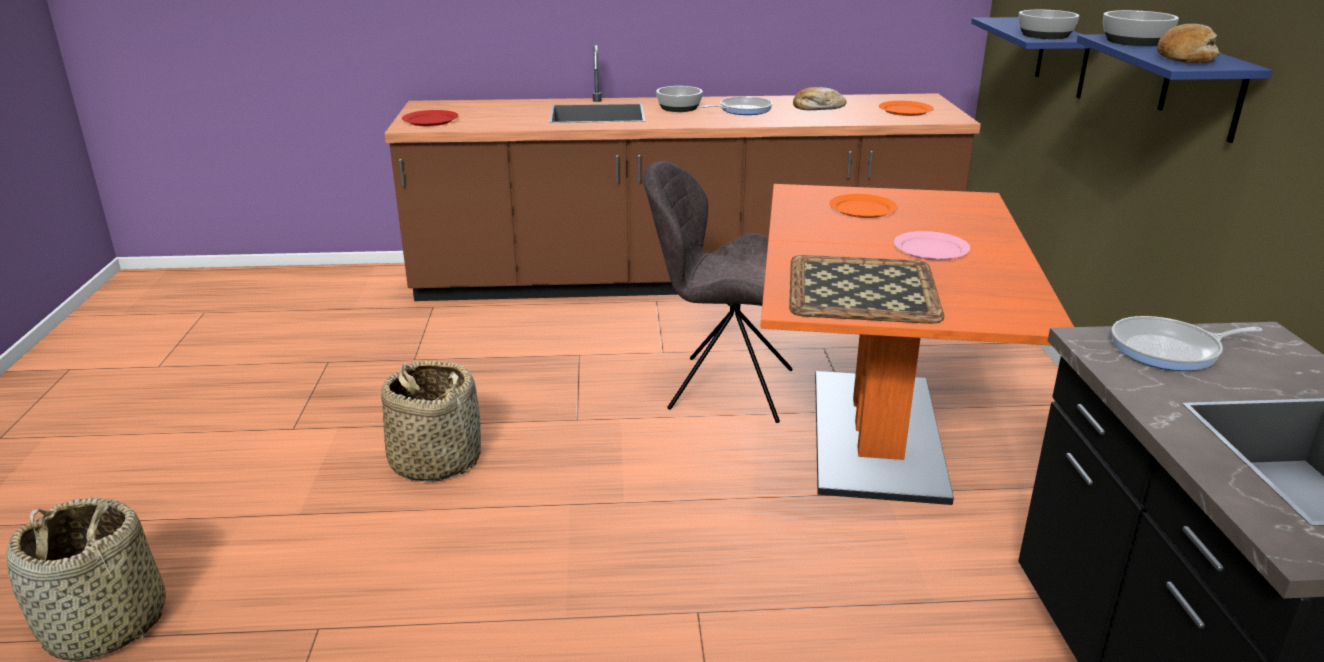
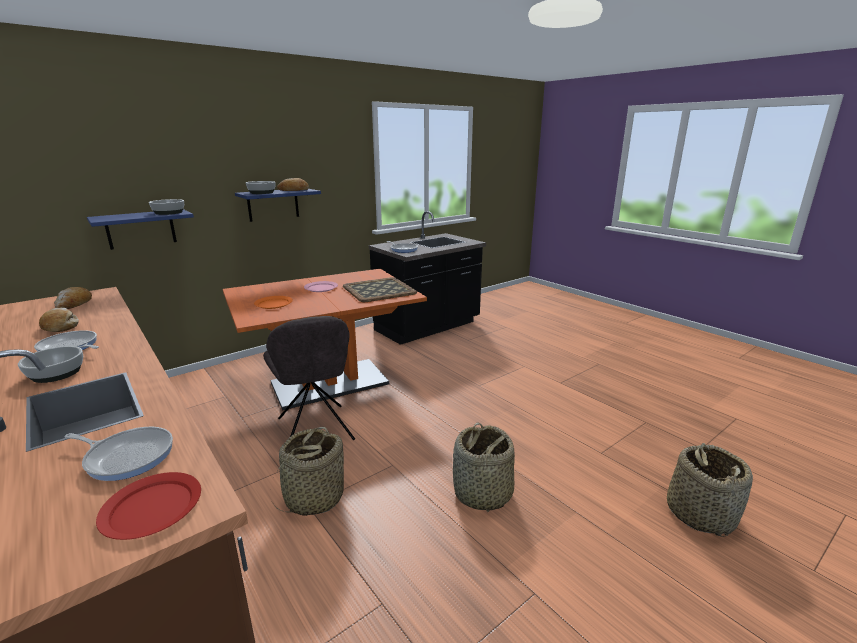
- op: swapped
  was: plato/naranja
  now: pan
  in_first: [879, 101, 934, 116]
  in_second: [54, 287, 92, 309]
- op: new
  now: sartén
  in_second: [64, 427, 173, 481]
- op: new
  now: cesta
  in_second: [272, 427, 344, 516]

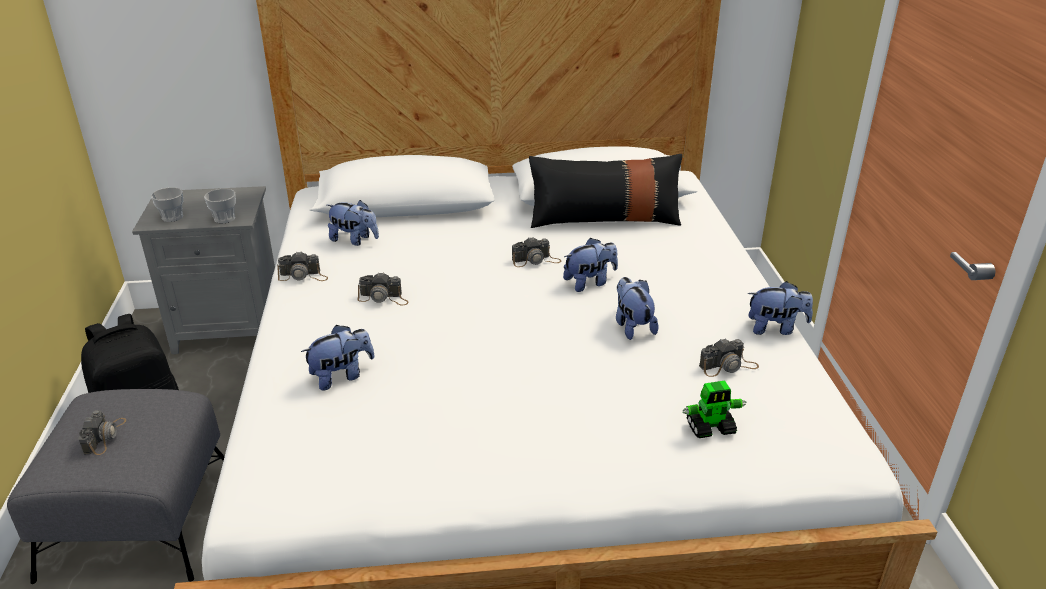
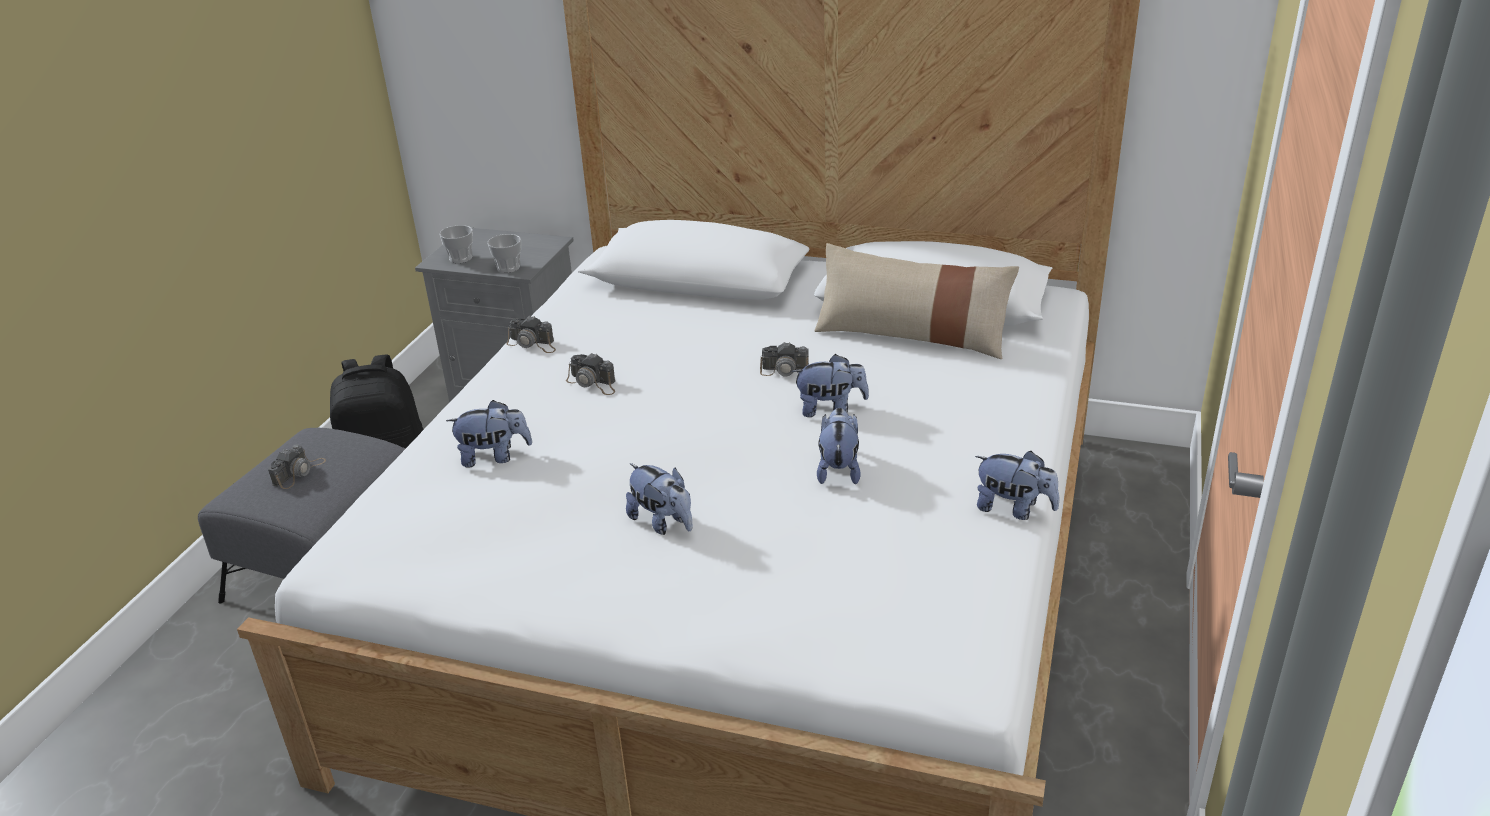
- op: shifted
  was: peluche
  in_first: [327, 200, 379, 246]
  in_second: [626, 463, 693, 535]
- op: repainted
  was: cojín/negro
  now: cojín/beis
  in_first: [529, 154, 682, 228]
  in_second: [814, 243, 1019, 359]
- op: gone
  was: robot de juguete
  in_first: [682, 381, 747, 438]
- op: gone
  was: cámara
  in_first: [699, 338, 759, 377]

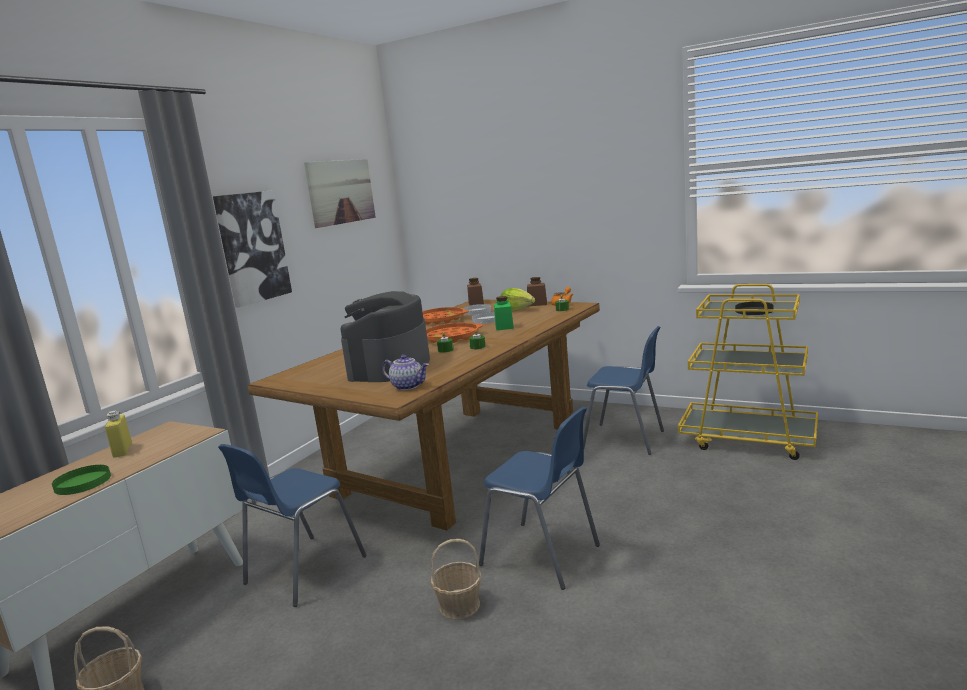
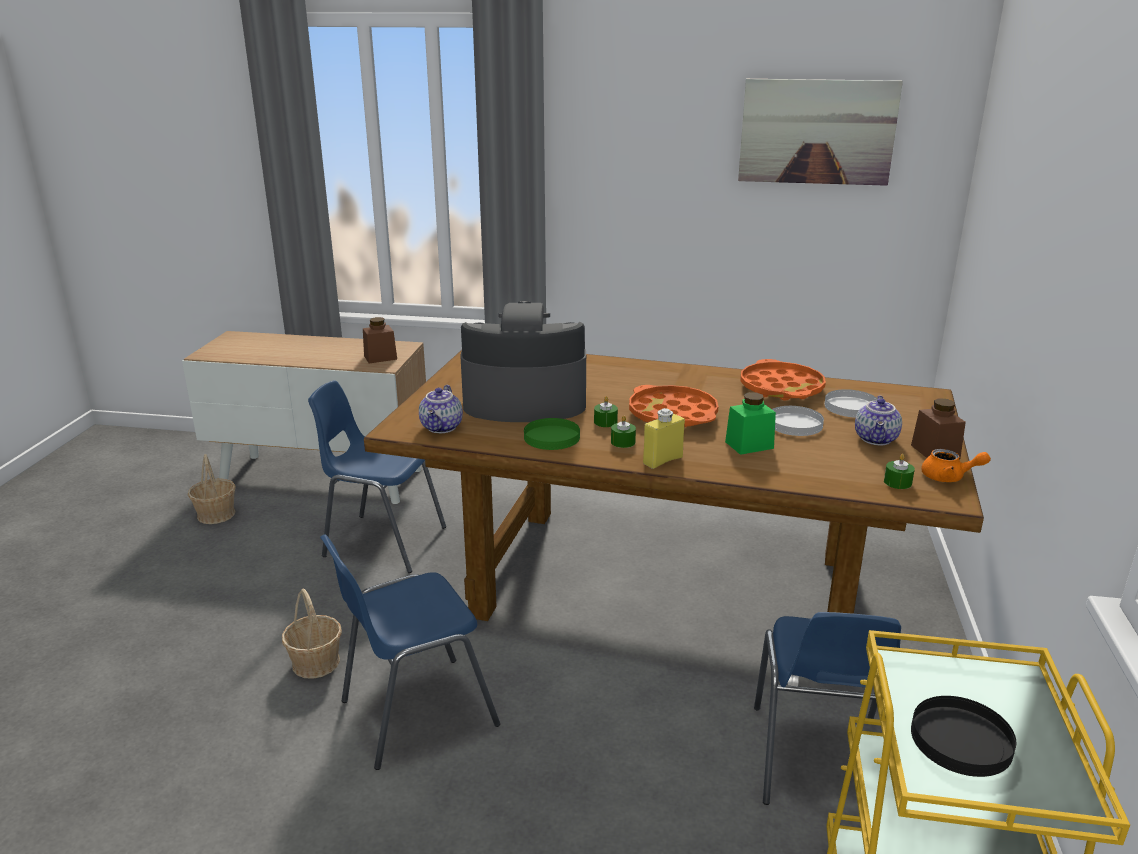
- op: rotated
  was: silla/azul
  in_first: [479, 407, 600, 590]
  in_second: [320, 535, 500, 770]
  clockwise: 45
- op: shifted
  was: tarro/marrón
  in_first: [467, 278, 484, 305]
  in_second: [363, 317, 397, 363]
- op: shifted
  was: plato/verde
  in_first: [52, 465, 111, 495]
  in_second: [524, 418, 580, 450]
- op: shifted
  was: botella/amarillo
  in_first: [105, 411, 132, 458]
  in_second: [643, 408, 685, 469]
- op: swapped
  was: lechuga
  now: tetera
  in_first: [501, 288, 535, 311]
  in_second: [855, 395, 902, 445]
- op: gone
  was: cuadro
  in_first: [213, 190, 292, 307]

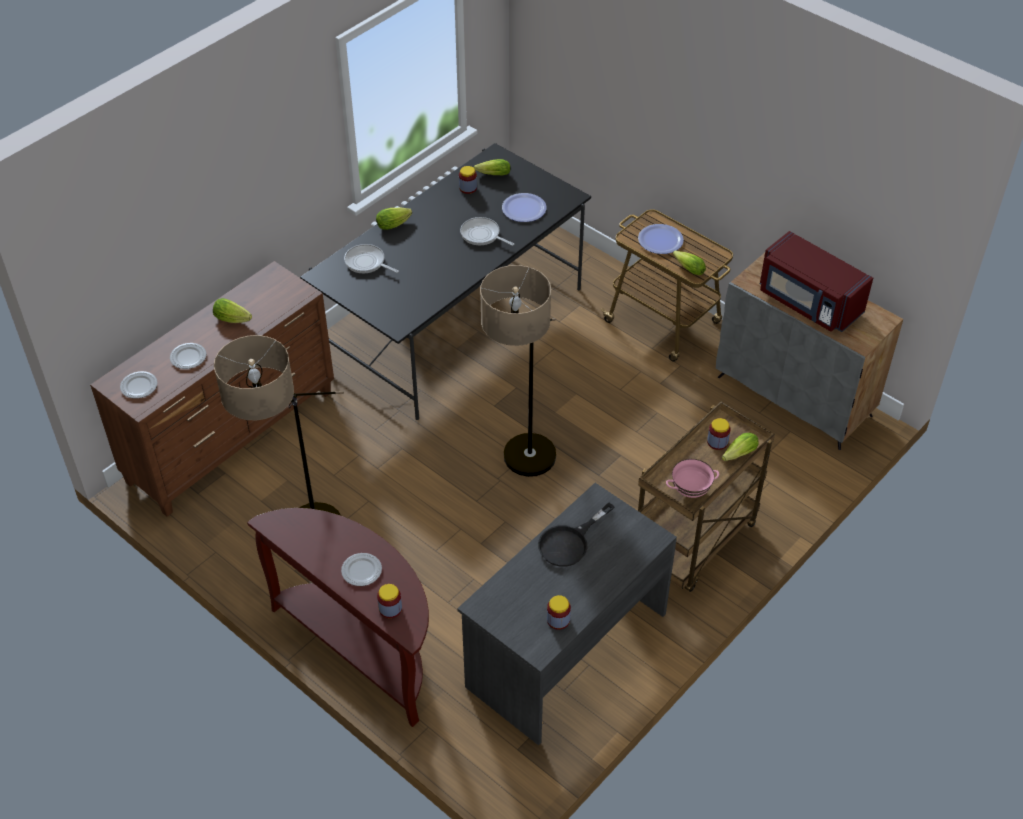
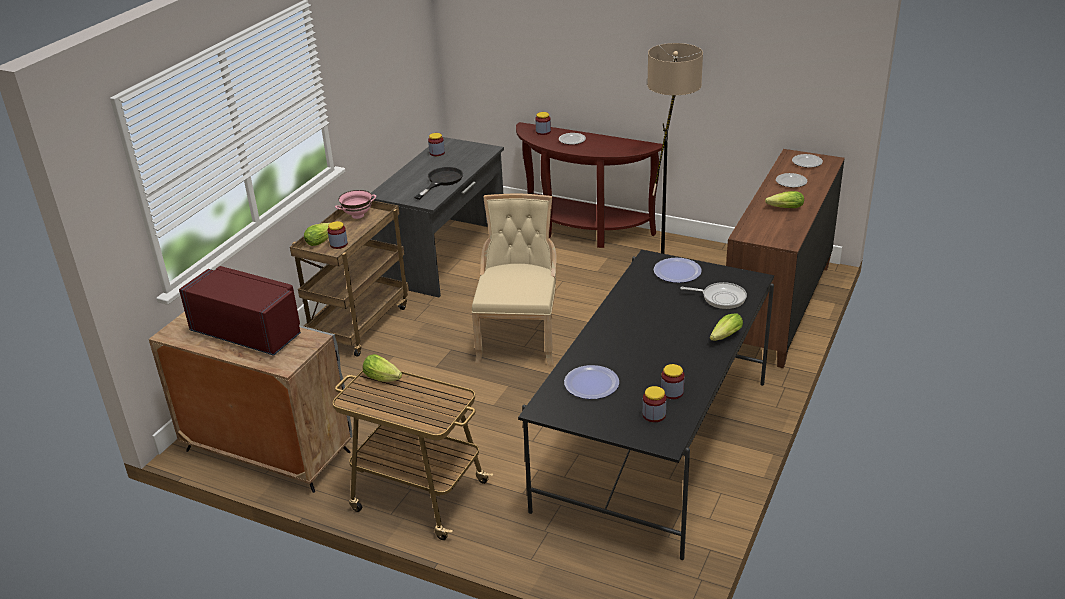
- op: swapped
  was: lámpara de pie
  now: silla/beis
  in_first: [480, 265, 556, 477]
  in_second: [472, 193, 557, 366]
- op: swapped
  was: lechuga
  now: tarro
  in_first: [474, 159, 511, 176]
  in_second: [643, 386, 666, 422]
- op: shifted
  was: plato
  in_first: [638, 224, 684, 254]
  in_second: [654, 258, 702, 283]
- op: gone
  was: sartén
  in_first: [460, 217, 514, 246]

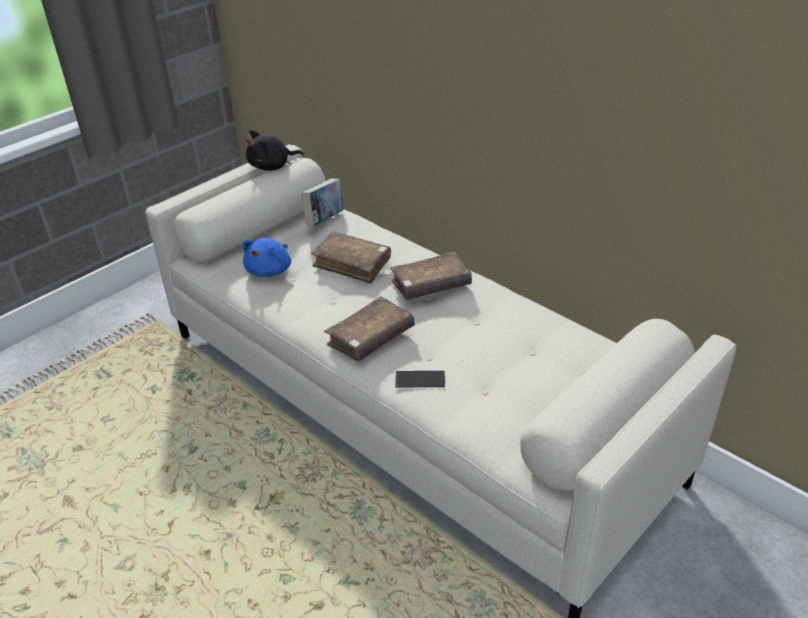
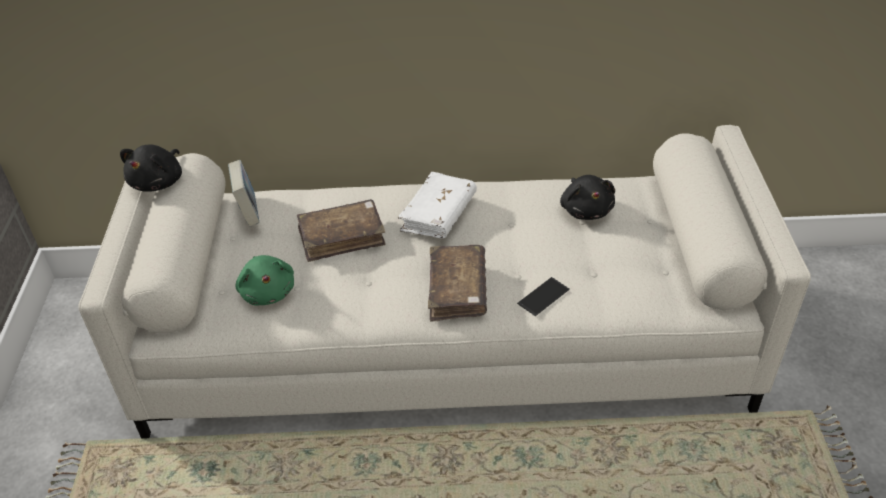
- op: repainted
  was: peluche/azul
  now: peluche/verde
  in_first: [243, 238, 291, 277]
  in_second: [236, 255, 294, 305]
- op: repainted
  was: libro/marrón
  now: libro/blanco
  in_first: [390, 252, 472, 300]
  in_second: [398, 172, 477, 238]
- op: new
  now: peluche/negro
  in_second: [560, 175, 615, 220]

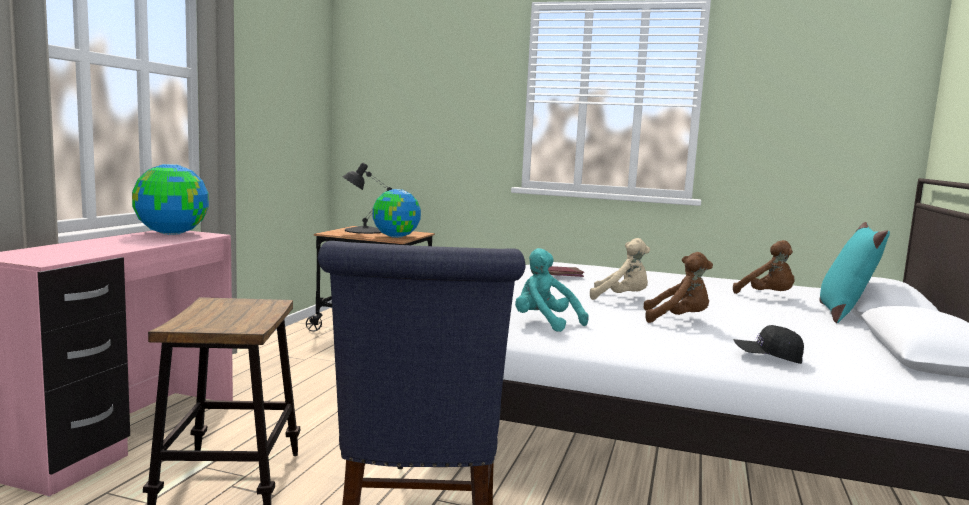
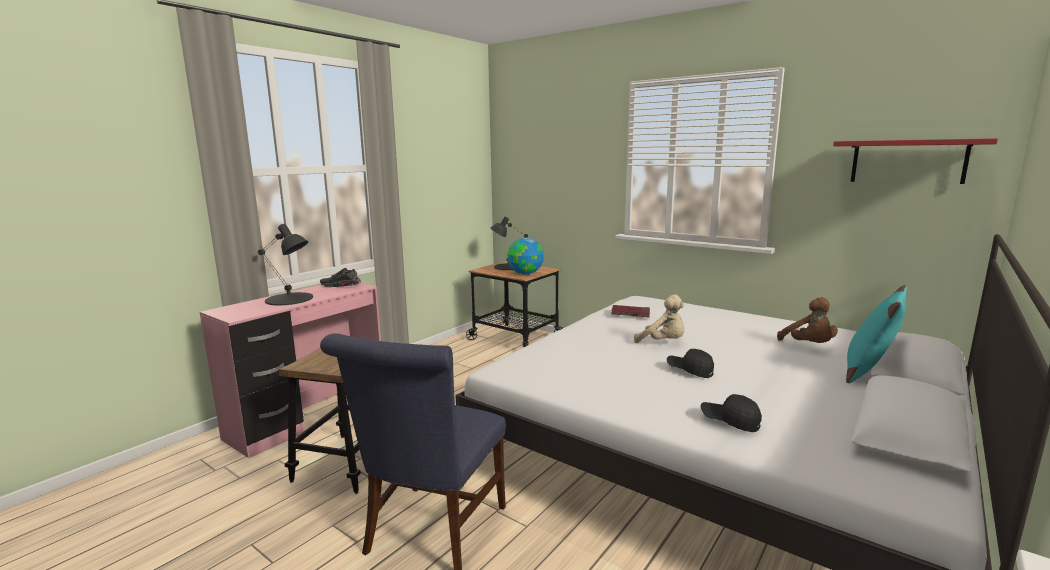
- op: new
  now: lámpara de mesa/negro
  in_second: [258, 224, 313, 305]
- op: swapped
  was: globo terráqueo
  now: zapato/negro
  in_first: [132, 164, 209, 235]
  in_second: [320, 268, 361, 287]
- op: swapped
  was: peluche/marrón
  now: gorra/negro
  in_first: [643, 252, 713, 323]
  in_second: [667, 349, 714, 378]
- op: new
  now: estante/rojo
  in_second: [833, 138, 998, 184]
- op: gone
  was: peluche/turquesa
  in_first: [515, 248, 589, 332]

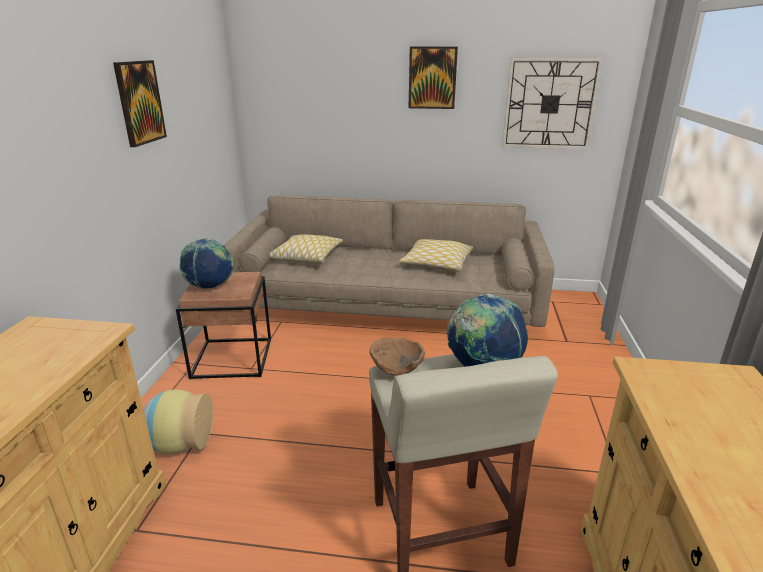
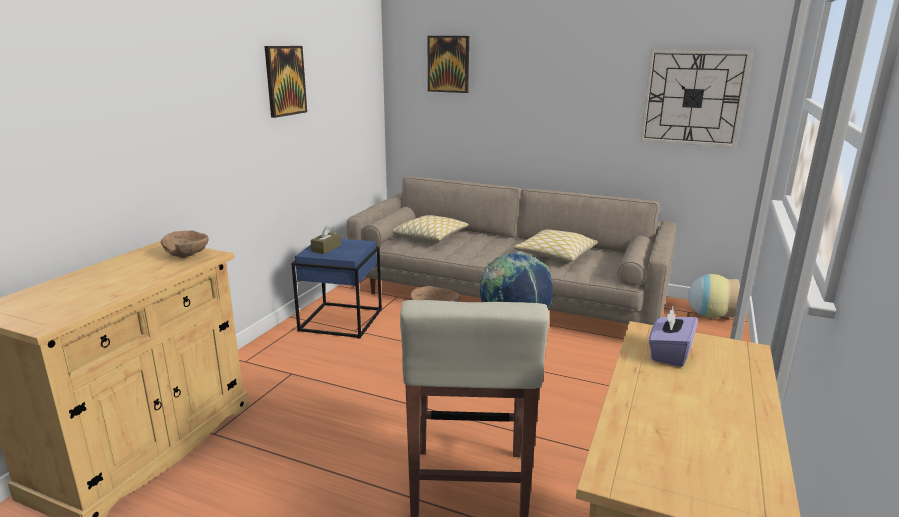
- op: new
  now: cuenco/marrón
  in_second: [161, 230, 209, 258]
- op: repainted
  was: mesa auxiliar/marrón
  now: mesa auxiliar/azul
  in_first: [176, 272, 271, 379]
  in_second: [291, 239, 382, 339]
- op: swapped
  was: globo terráqueo
  now: caja de pañuelos/marrón
  in_first: [179, 238, 234, 289]
  in_second: [311, 225, 341, 254]
- op: shifted
  was: cuadro
  in_first: [408, 47, 458, 109]
  in_second: [428, 36, 469, 93]
- op: new
  now: caja de pañuelos/morado
  in_second: [649, 306, 697, 367]
- op: shifted
  was: florero
  in_first: [144, 390, 213, 454]
  in_second: [688, 274, 740, 318]

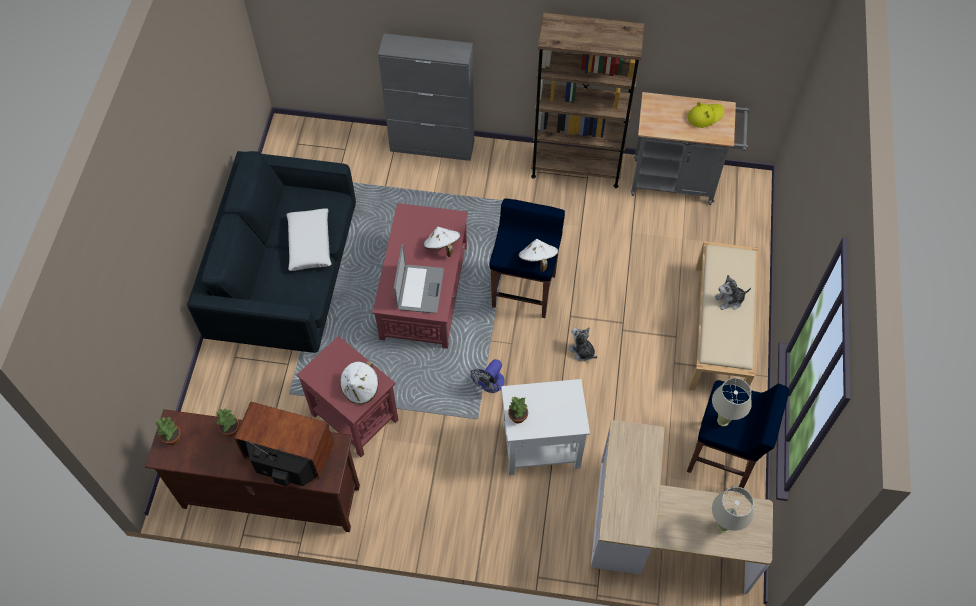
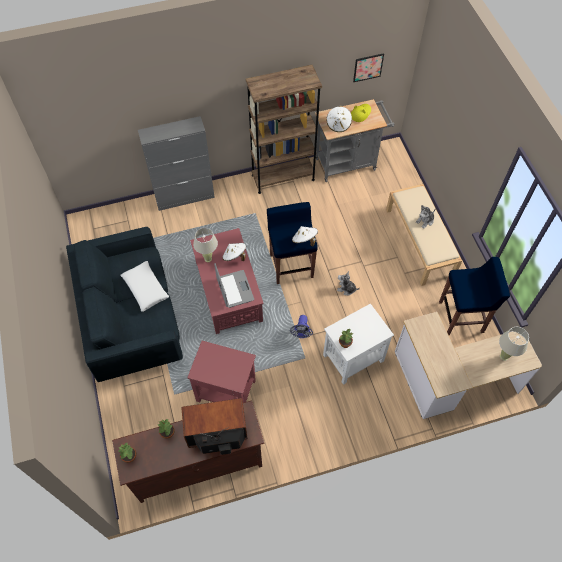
- op: shifted
  was: lámpara de mesa/beis
  in_first: [712, 378, 752, 426]
  in_second: [193, 228, 218, 262]
- op: shifted
  was: sombrero/blanco
  in_first: [340, 361, 378, 404]
  in_second: [326, 106, 352, 132]
- op: new
  now: cuadro
  in_second: [353, 53, 384, 82]

